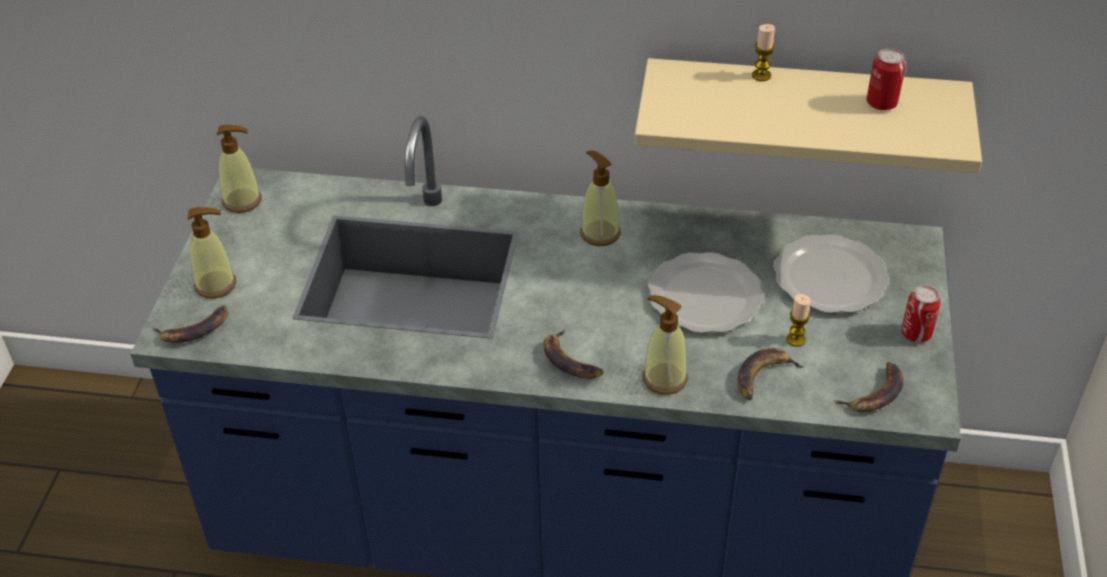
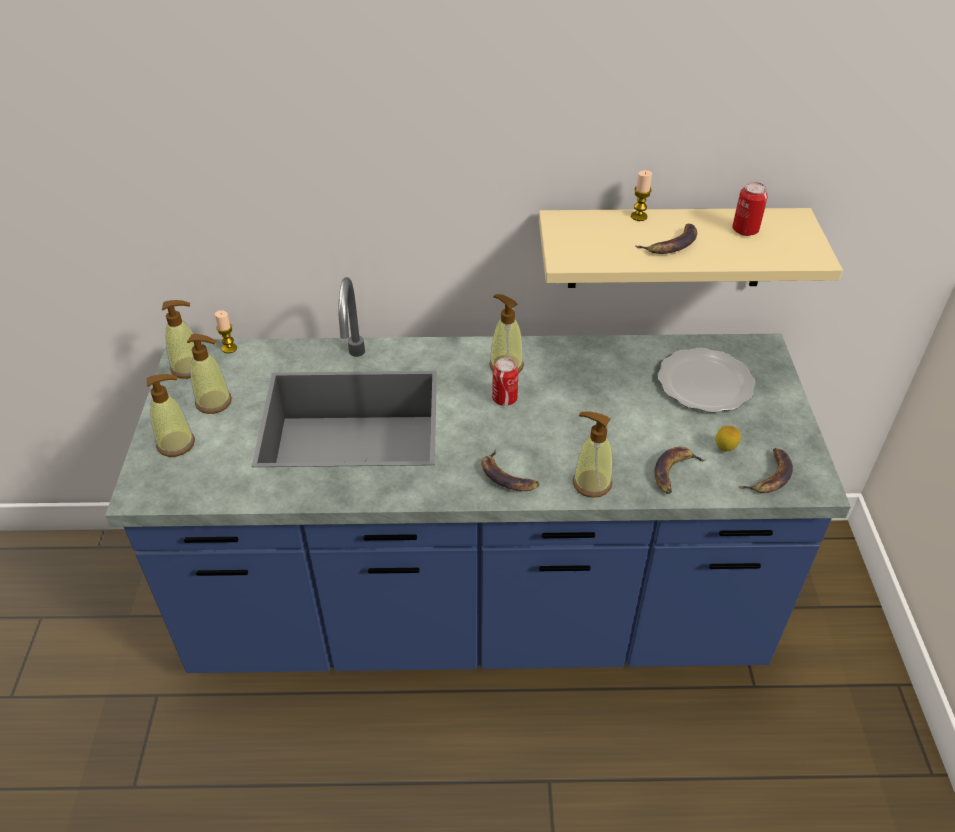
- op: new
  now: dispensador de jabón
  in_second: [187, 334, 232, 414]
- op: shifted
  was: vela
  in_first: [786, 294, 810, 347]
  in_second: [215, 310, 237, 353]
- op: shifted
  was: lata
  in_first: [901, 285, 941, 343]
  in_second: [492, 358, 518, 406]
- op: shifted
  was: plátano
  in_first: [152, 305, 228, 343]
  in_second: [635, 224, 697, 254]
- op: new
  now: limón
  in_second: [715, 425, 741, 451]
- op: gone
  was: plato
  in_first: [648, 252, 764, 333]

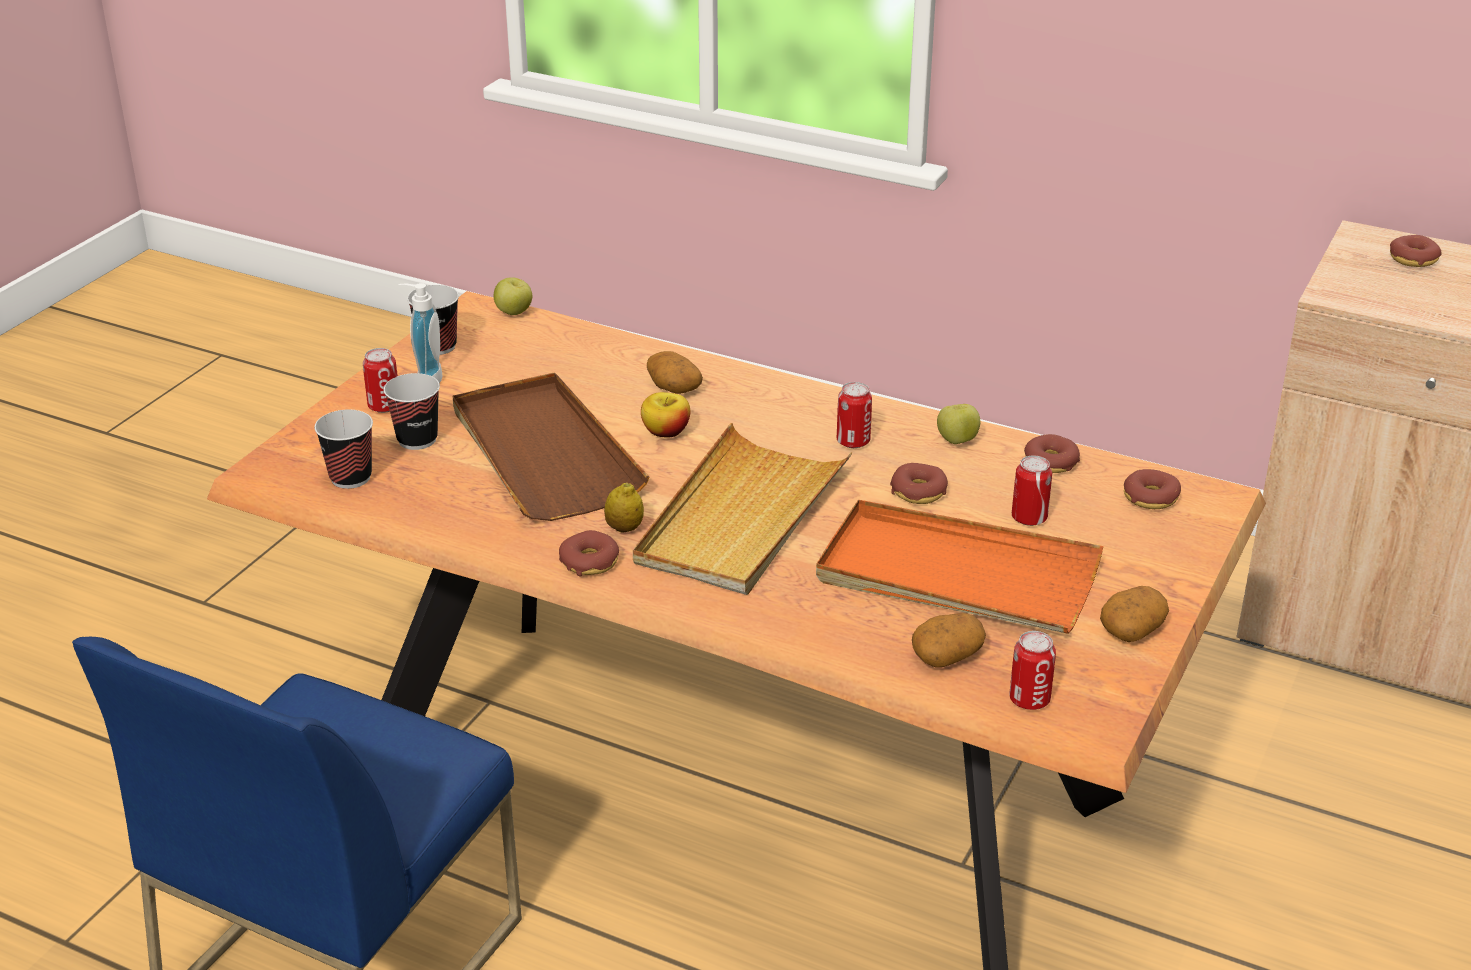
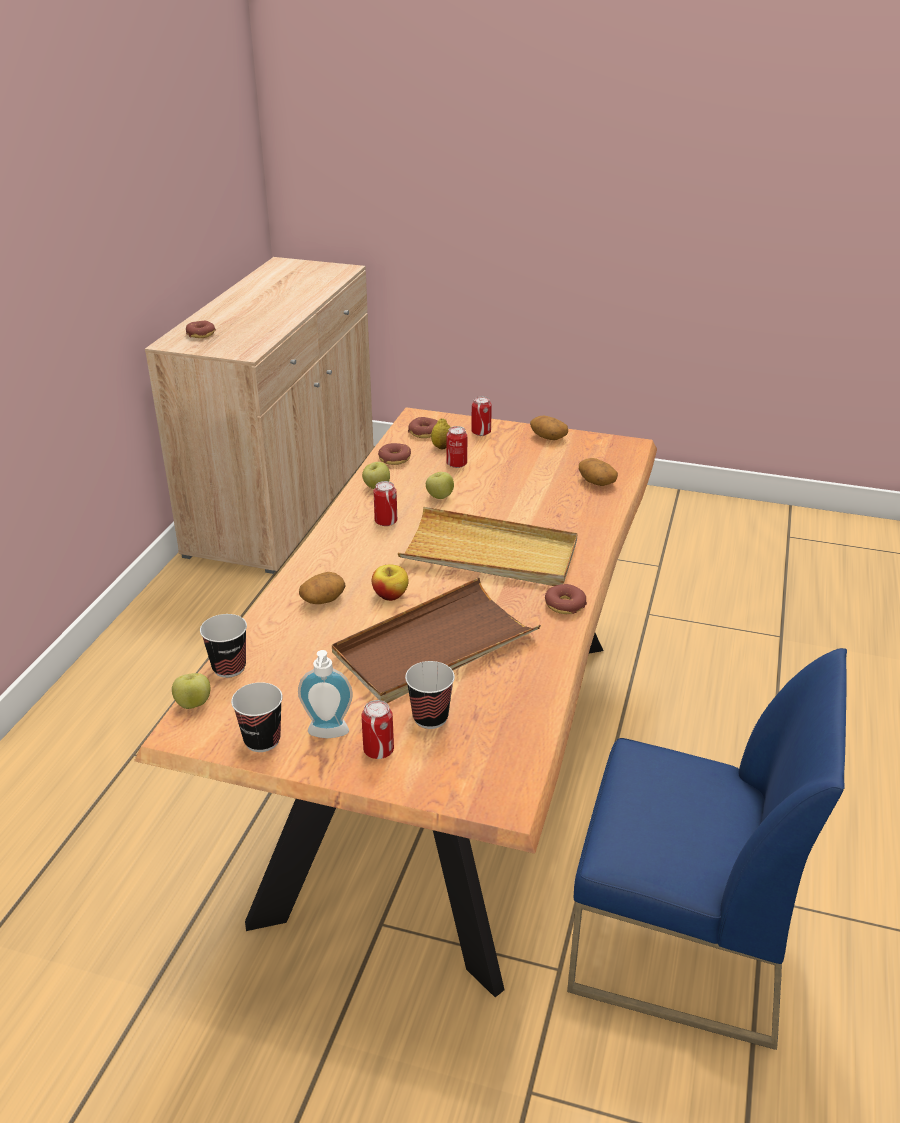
- op: shifted
  was: taza
  in_first: [315, 410, 373, 489]
  in_second: [200, 614, 247, 678]
- op: swapped
  was: rosquilla
  now: manzana
  in_first: [890, 463, 948, 504]
  in_second: [426, 472, 454, 499]
- op: shifted
  was: limón
  in_first: [604, 482, 644, 533]
  in_second: [431, 418, 451, 449]
- op: shifted
  was: lata
  in_first: [1009, 631, 1056, 710]
  in_second: [471, 396, 492, 436]
- op: gone
  was: bandeja/naranja
  in_first: [816, 500, 1103, 634]

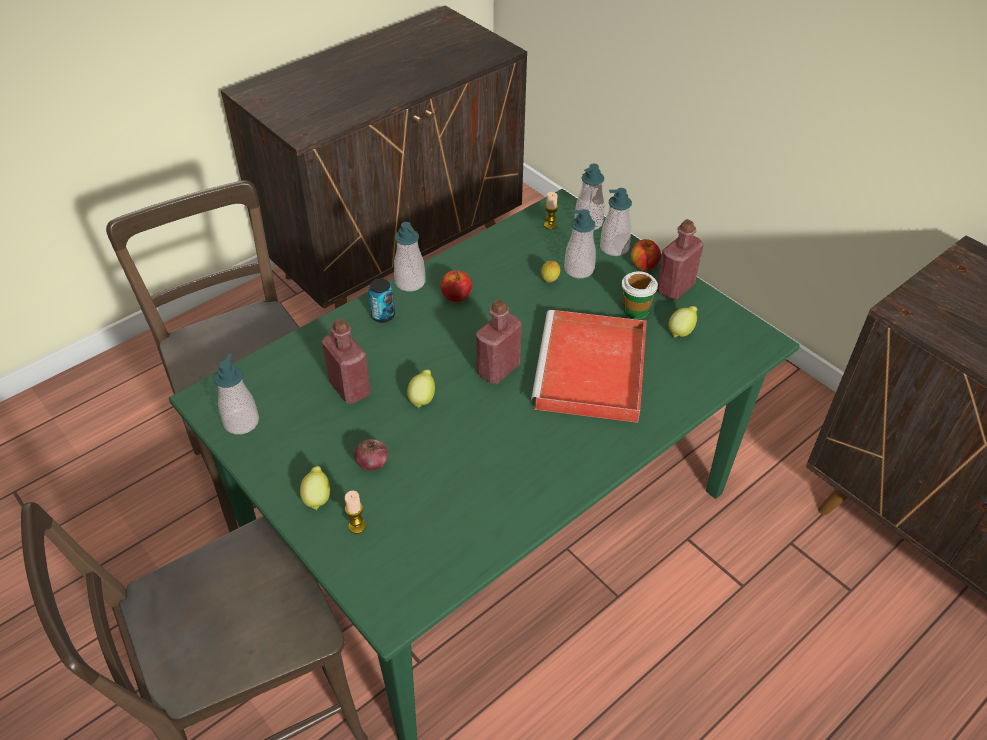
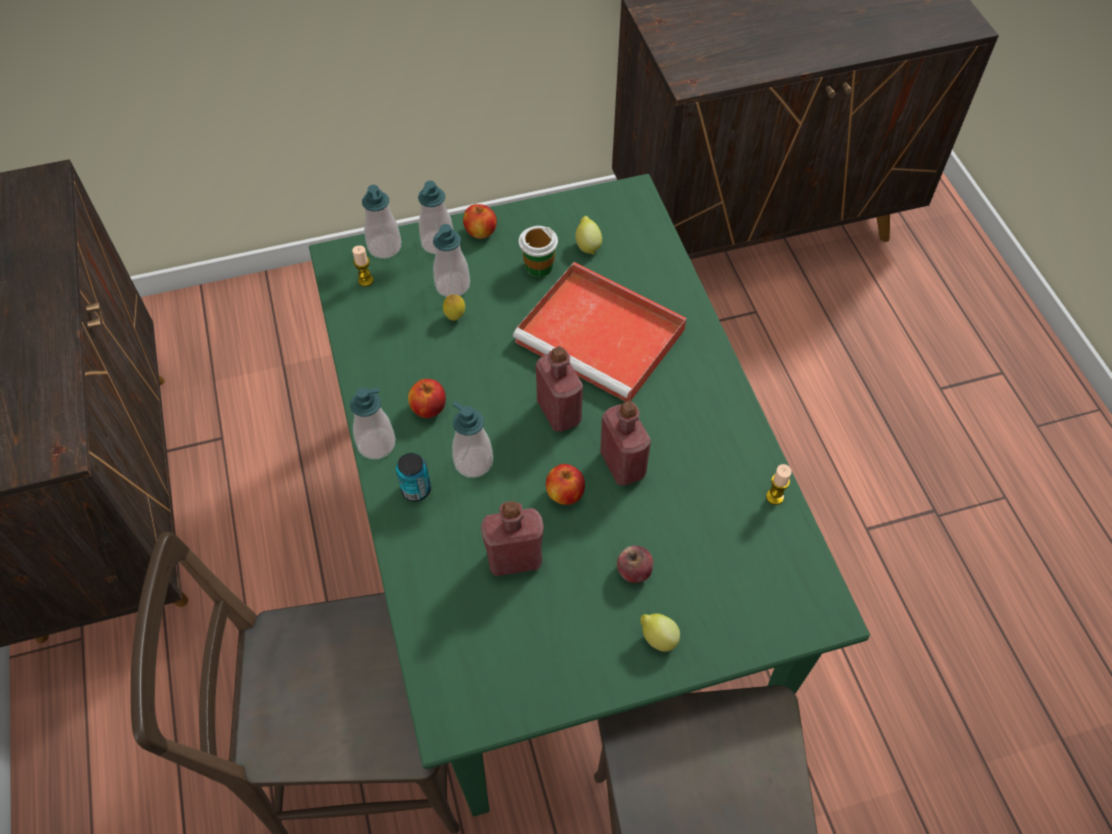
- op: shifted
  was: dispensador de jabón
  in_first: [214, 354, 259, 434]
  in_second: [452, 401, 493, 478]
- op: swapped
  was: limón
  now: manzana
  in_first: [407, 370, 435, 408]
  in_second: [546, 464, 585, 505]
- op: shifted
  was: botella/rojo
  in_first: [657, 219, 704, 300]
  in_second: [600, 401, 651, 486]
- op: shifted
  was: vela
  in_first: [345, 491, 366, 534]
  in_second: [766, 464, 792, 505]

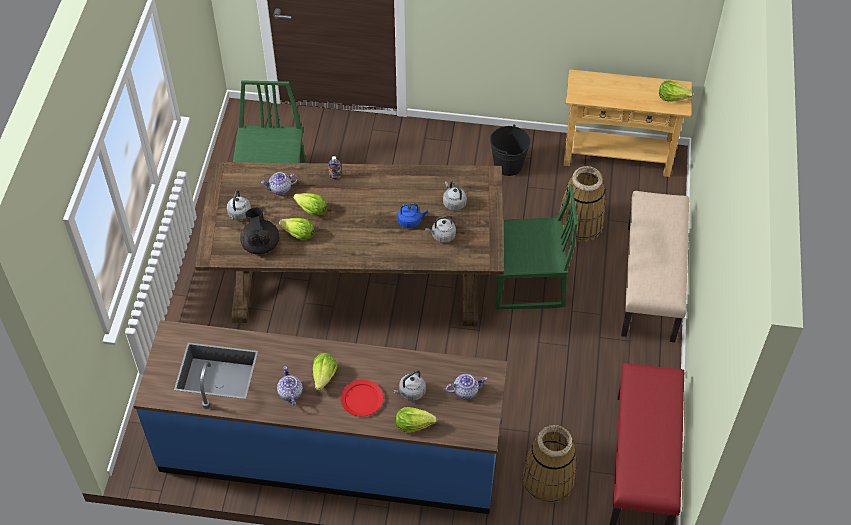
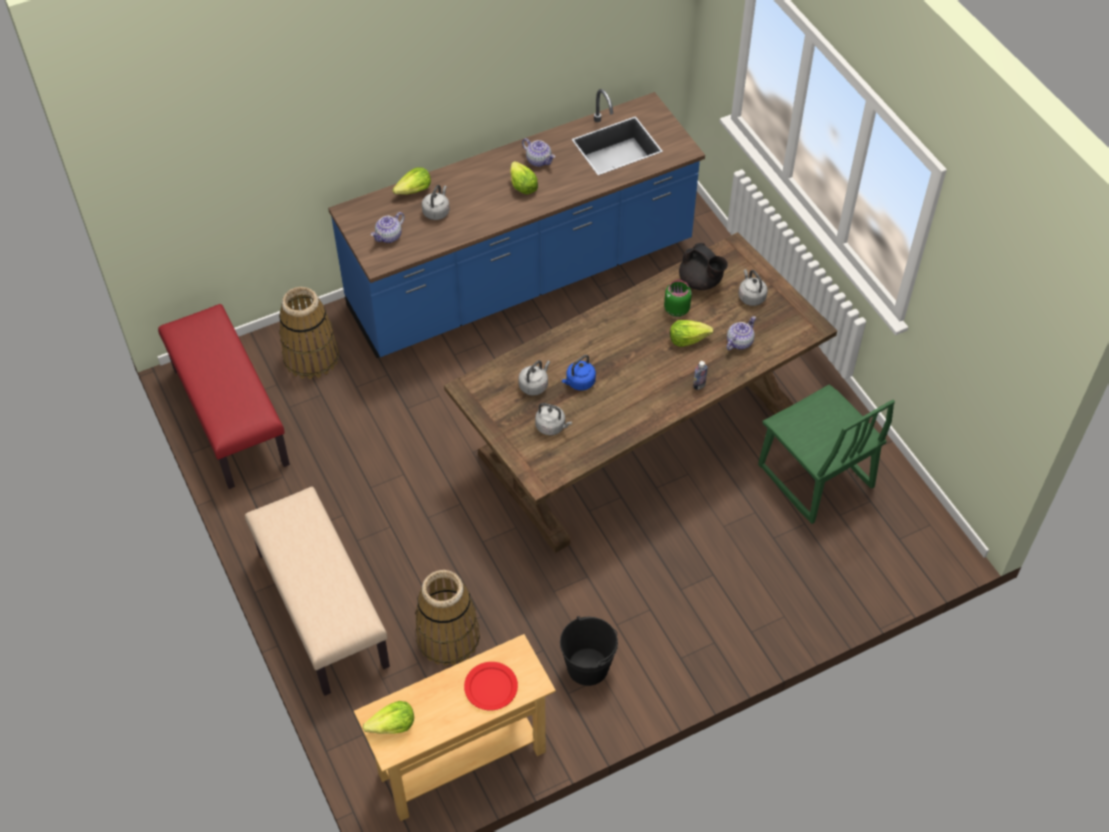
- op: shifted
  was: plato/rojo
  in_first: [341, 379, 383, 417]
  in_second: [464, 662, 518, 710]
- op: swapped
  was: lechuga
  now: tarro/verde
  in_first: [279, 218, 315, 240]
  in_second: [664, 280, 692, 317]
- op: gone
  was: silla/verde
  in_first: [495, 184, 578, 310]

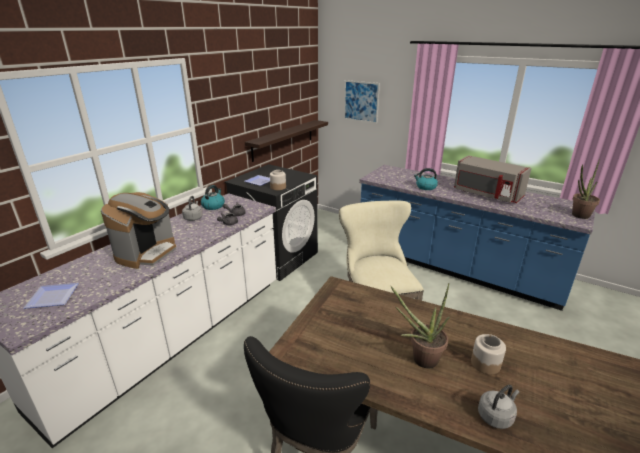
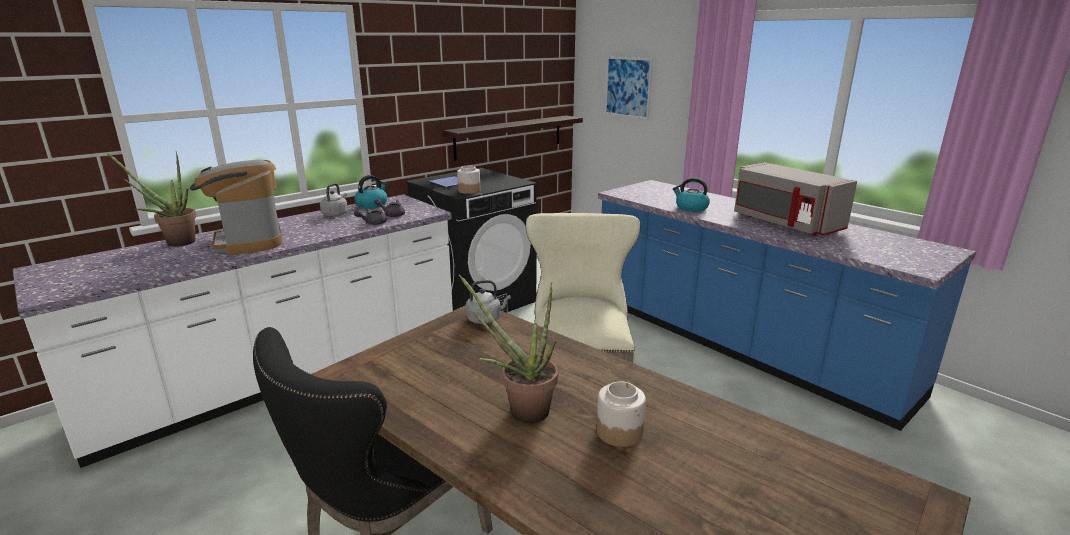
- op: shifted
  was: planta en maceta
  in_first: [572, 159, 600, 219]
  in_second: [107, 151, 196, 247]
- op: rotated
  was: cafetera
  in_first: [101, 192, 176, 269]
  in_second: [190, 160, 282, 255]
  clockwise: 120
- op: shifted
  was: hervidor/gris
  in_first: [478, 385, 519, 429]
  in_second: [466, 280, 511, 324]
- op: gone
  was: plato
  in_first: [23, 283, 79, 309]

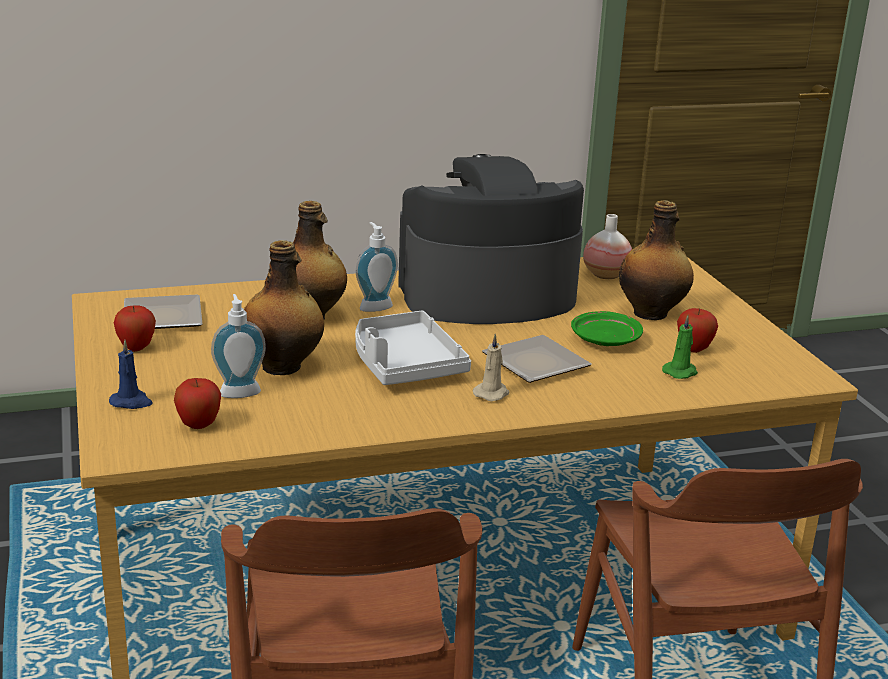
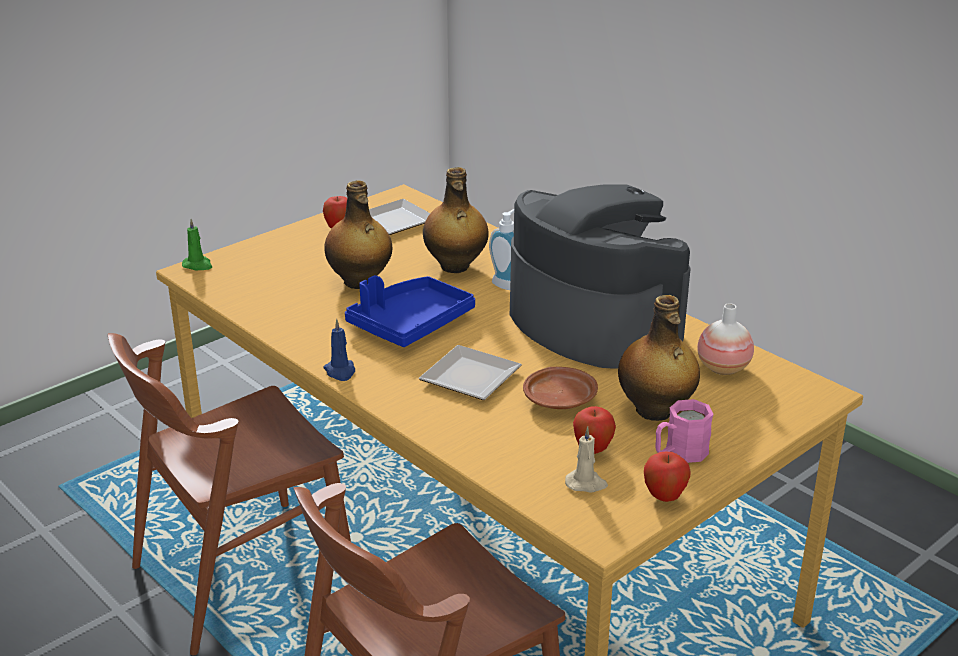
- op: shifted
  was: vela/verde
  in_first: [662, 315, 698, 379]
  in_second: [182, 219, 212, 271]
- op: shifted
  was: vela/azul
  in_first: [109, 340, 153, 409]
  in_second: [323, 319, 355, 381]
- op: repainted
  was: bandeja/blanco
  now: bandeja/azul
  in_first: [355, 311, 471, 385]
  in_second: [345, 275, 475, 347]
- op: repainted
  was: plato/verde
  now: plato/marrón
  in_first: [571, 311, 643, 346]
  in_second: [523, 367, 598, 409]
- op: shifted
  was: vela/beis
  in_first: [473, 333, 509, 401]
  in_second: [565, 427, 608, 493]
- op: shifted
  was: manzana
  in_first: [174, 378, 221, 429]
  in_second: [644, 452, 691, 502]
- op: new
  now: taza grande/rosa
  in_second: [656, 399, 713, 463]
- op: gone
  was: dispensador de jabón
  in_first: [211, 294, 266, 398]

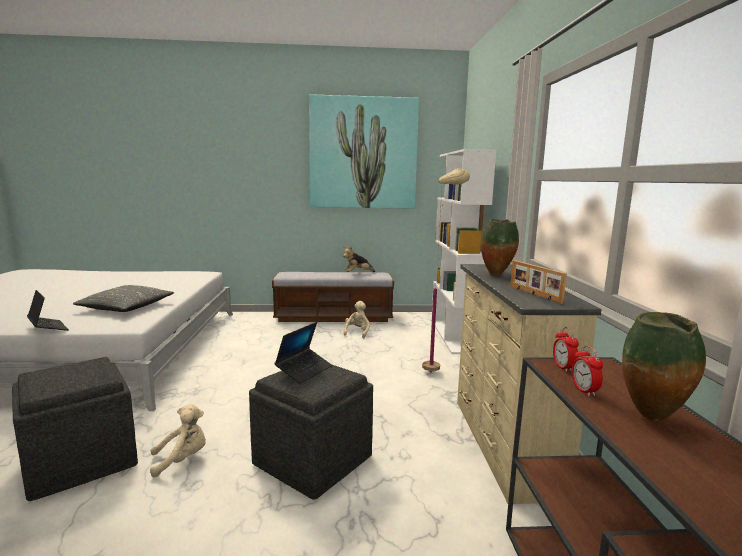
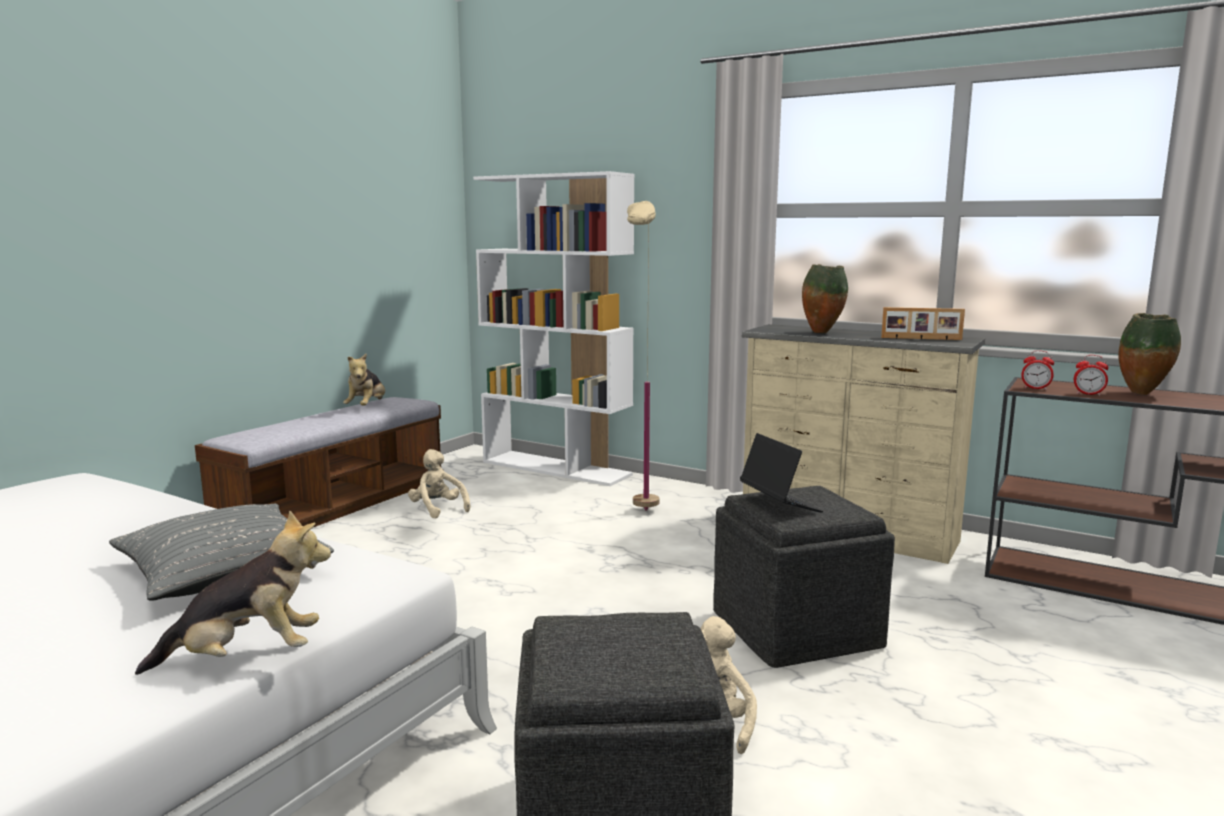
- op: swapped
  was: portátil
  now: peluche
  in_first: [27, 290, 69, 331]
  in_second: [135, 510, 331, 675]
- op: gone
  was: cuadro
  in_first: [309, 94, 419, 209]

